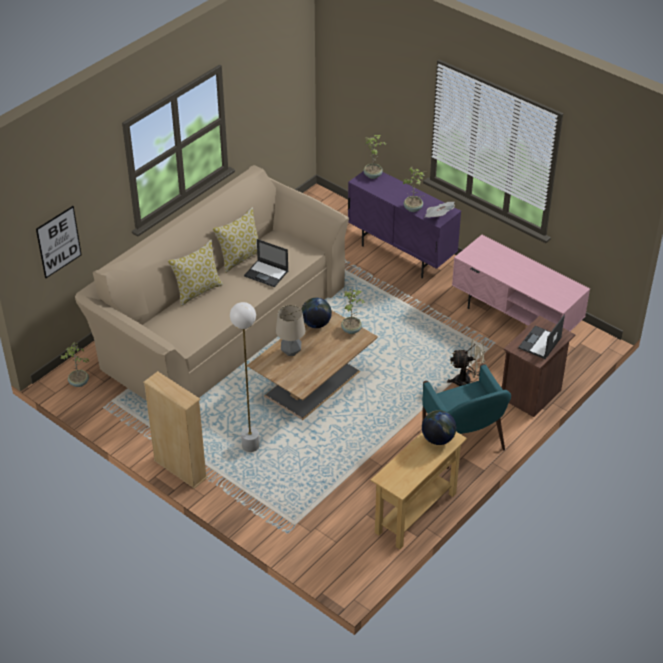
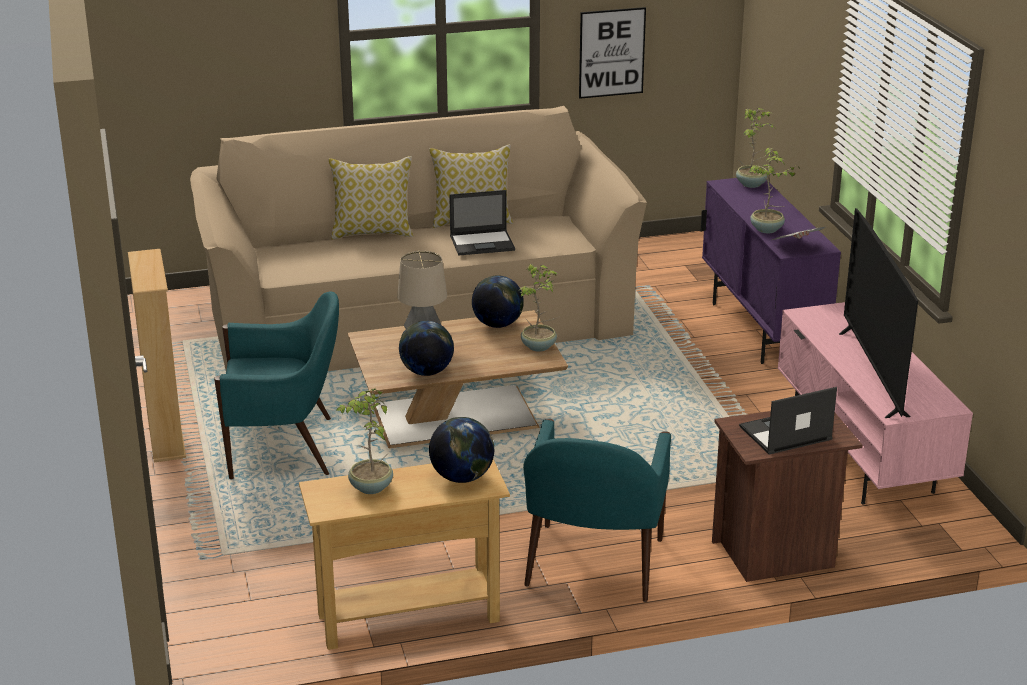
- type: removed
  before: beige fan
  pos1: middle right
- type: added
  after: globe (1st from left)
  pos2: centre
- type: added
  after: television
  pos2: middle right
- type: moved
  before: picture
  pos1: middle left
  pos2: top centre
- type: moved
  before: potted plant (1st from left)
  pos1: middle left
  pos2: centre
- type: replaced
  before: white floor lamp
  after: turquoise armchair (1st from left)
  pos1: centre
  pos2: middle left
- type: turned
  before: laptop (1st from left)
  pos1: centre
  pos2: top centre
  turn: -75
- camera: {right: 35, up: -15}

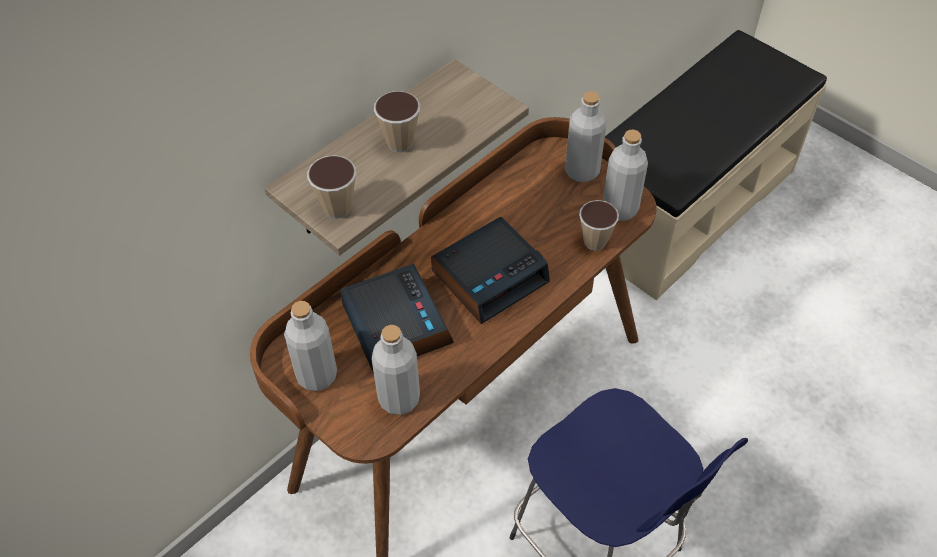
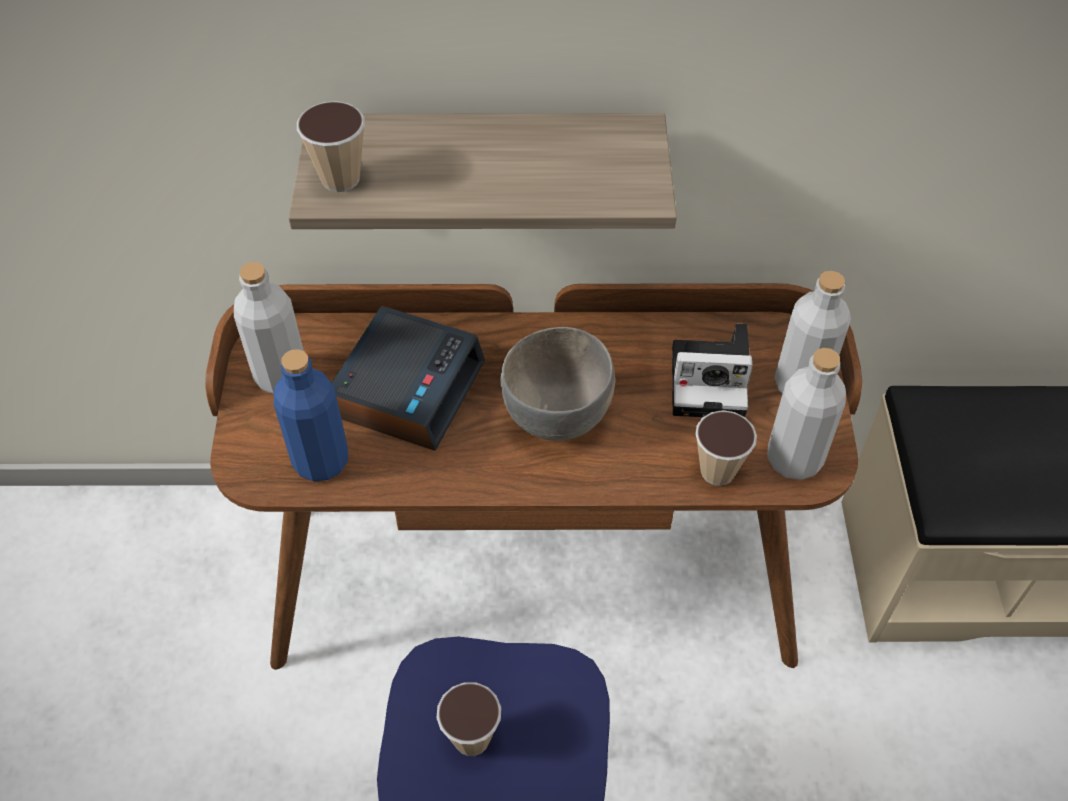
- type: added
  after: photo camera
  pos2: middle right
- type: moved
  before: cup (2nd from left)
  pos1: top centre
  pos2: bottom centre
- type: replaced
  before: alarm clock (2nd from left)
  after: grey bowl
  pos1: centre
  pos2: centre
- type: recoloured
  before: grey bottle (2nd from left)
  after: blue bottle
  pos1: centre
  pos2: middle left
- camera: {right: 45, up: 0}

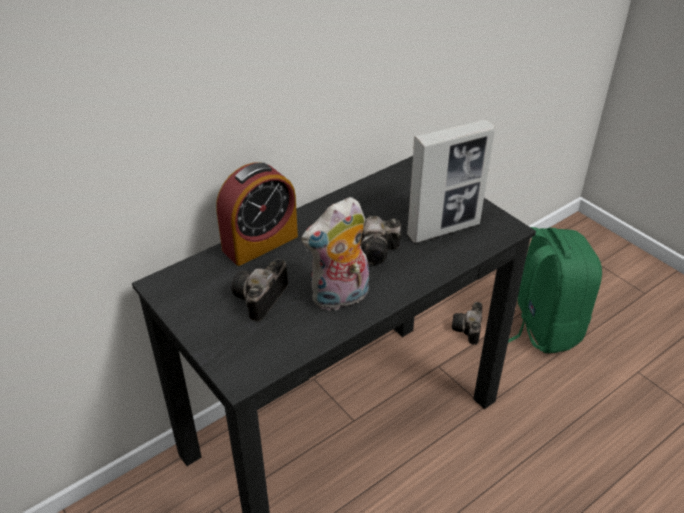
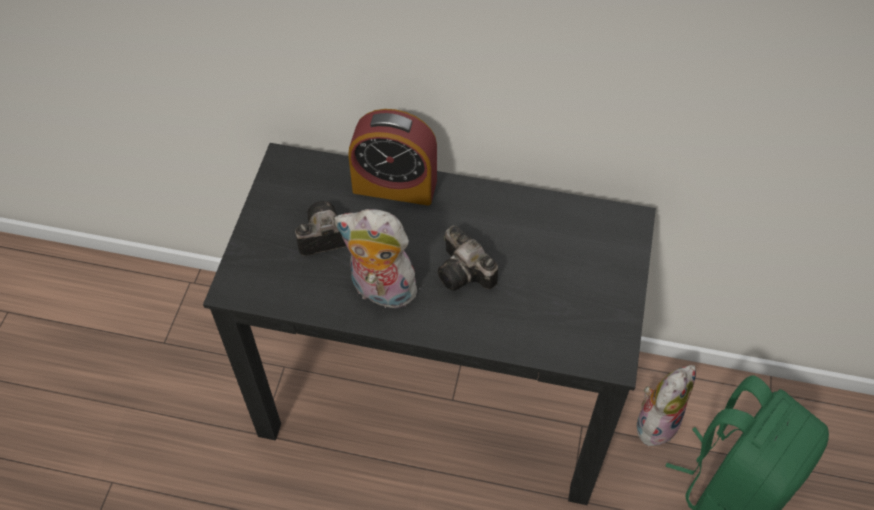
- type: removed
  before: picture frame
  pos1: centre
- type: replaced
  before: photo camera (3rd from left)
  after: plush toy (2nd from left)
  pos1: middle right
  pos2: bottom right
- camera: {right: 50, up: 15}

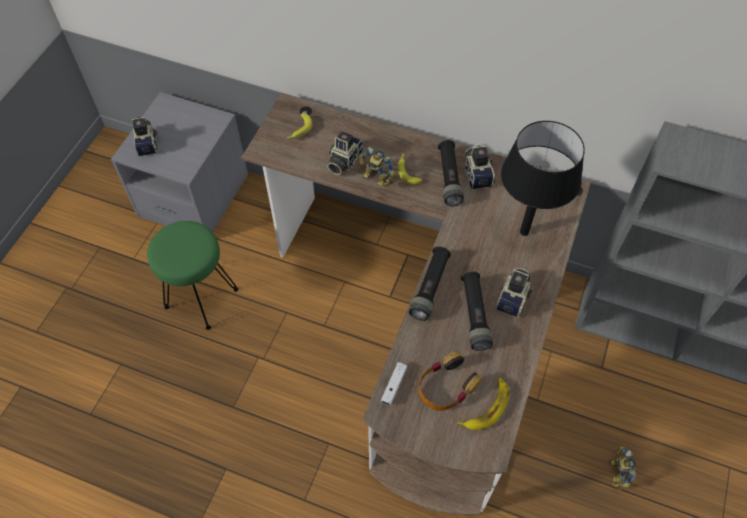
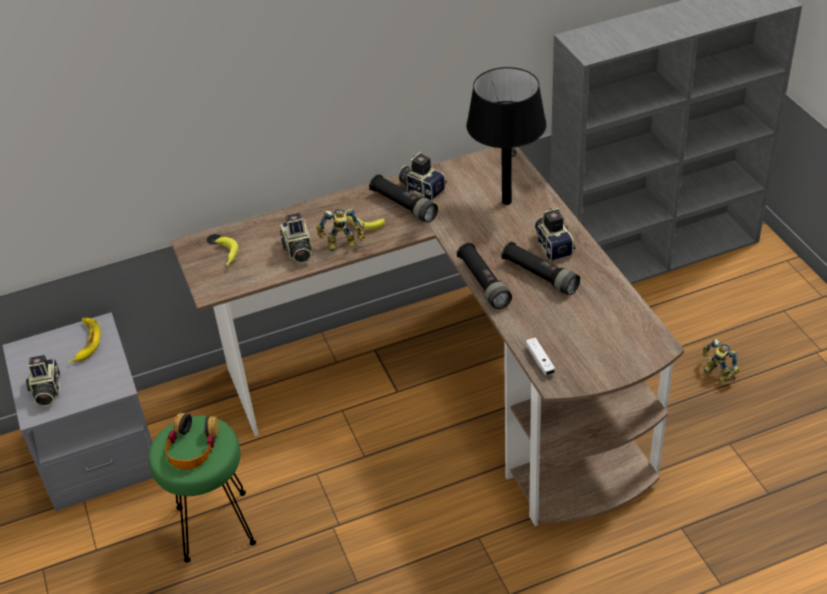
- type: moved
  before: headphones
  pos1: bottom centre
  pos2: bottom left
- type: moved
  before: banana (3rd from left in the first image)
  after: banana (1st from left)
  pos1: bottom centre
  pos2: middle left
- type: turned
  before: photo camera (1st from left)
  pos1: top left
  pos2: middle left
  turn: -135
- camera: {right: -40, up: -15}

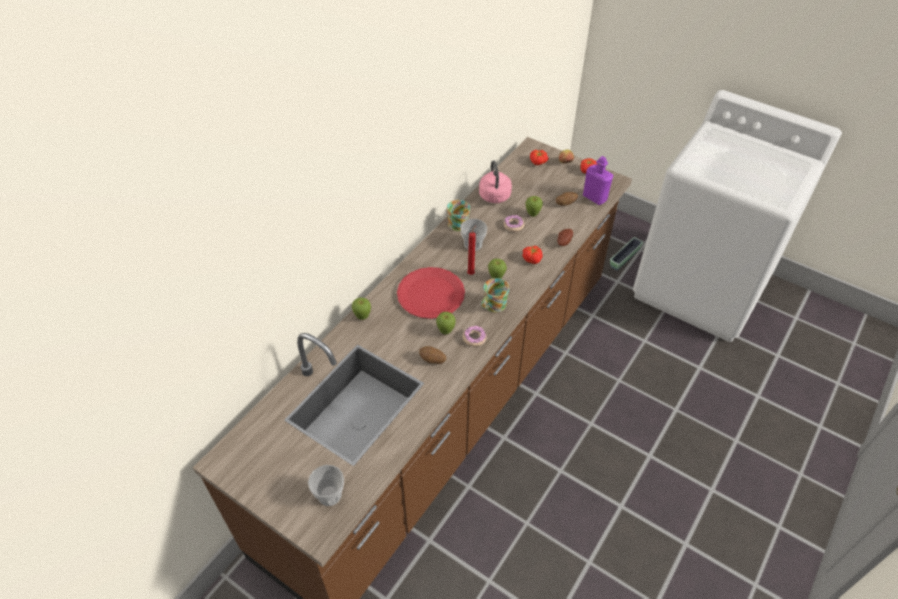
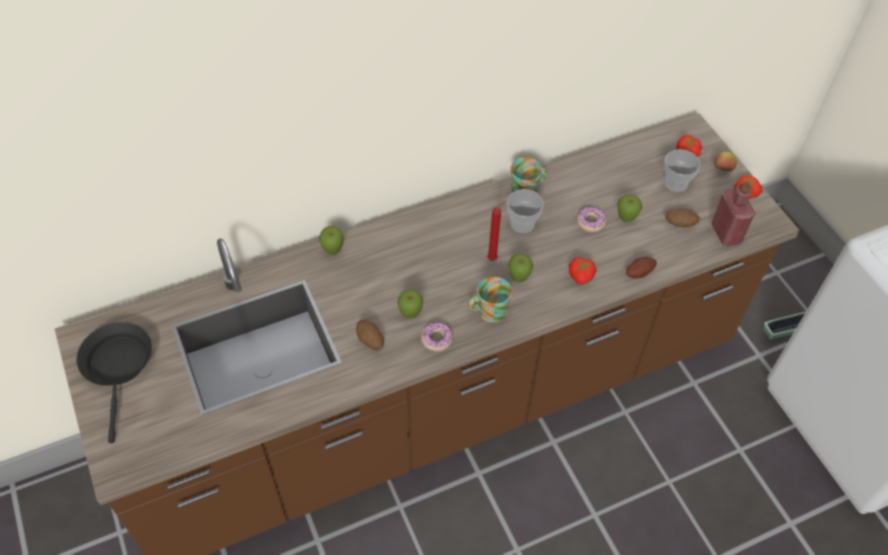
- type: removed
  before: red plate
  pos1: centre
- type: removed
  before: pink kettle
  pos1: top centre
- type: added
  after: black frying pan
  pos2: bottom left
- type: moved
  before: cup (1st from left in the first image)
  after: cup (2nd from left)
  pos1: bottom centre
  pos2: top right
- type: recoloured
  before: purple bottle
  after: red bottle
  pos1: top centre
  pos2: middle right
- camera: {right: 30, up: 5}

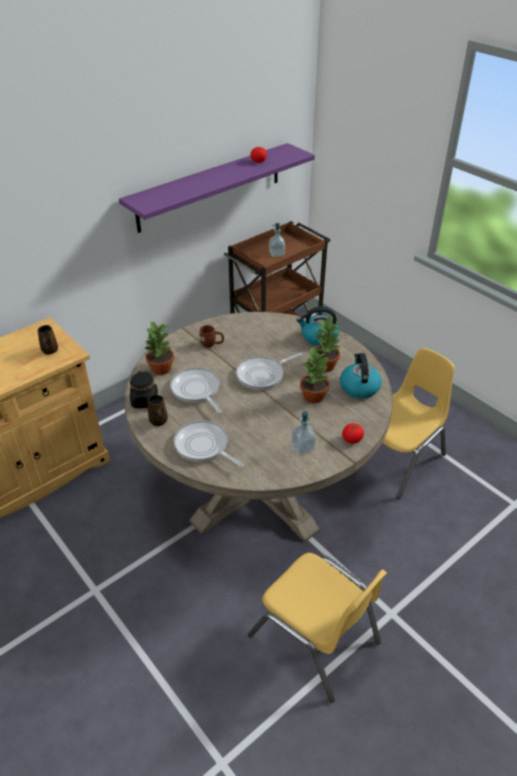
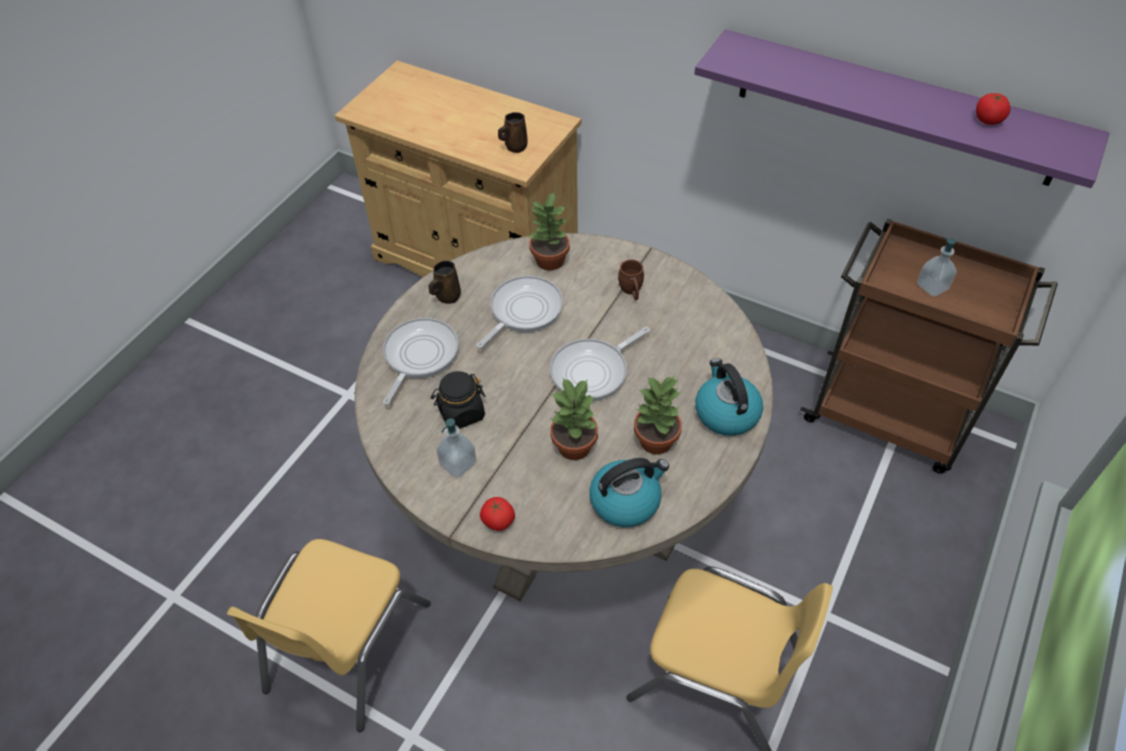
- type: moved
  before: black jar
  pos1: middle left
  pos2: centre
- type: turned
  before: frying pan (3rd from left)
  pos1: centre
  pos2: centre
  turn: -75
- camera: {right: 70, up: 10}

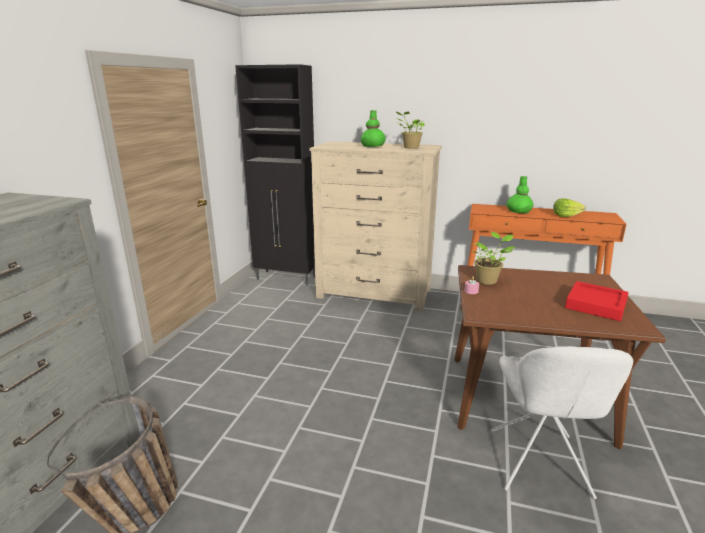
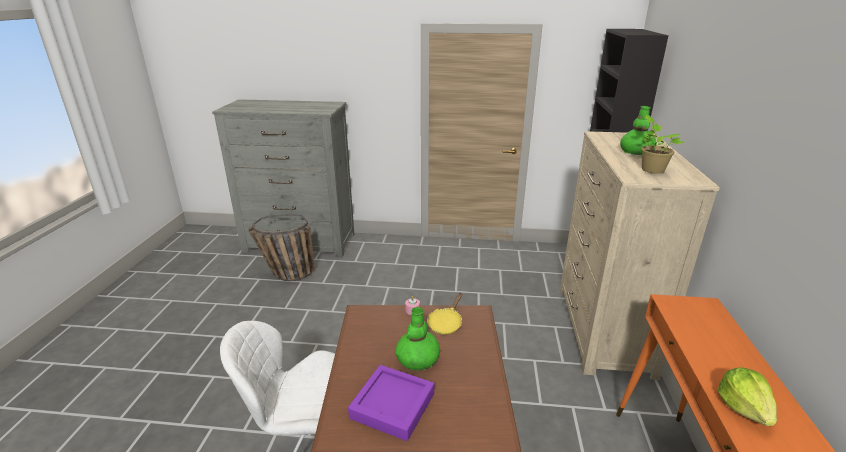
- type: moved
  before: green vase (2nd from left in the first image)
  after: green vase (1st from left)
  pos1: middle right
  pos2: bottom centre
- type: replaced
  before: potted plant (2nd from left)
  after: yellow frying pan
  pos1: middle right
  pos2: bottom centre
- type: recoloured
  before: red tray
  after: purple tray
  pos1: middle right
  pos2: bottom centre
- camera: {right: 80, up: 5}

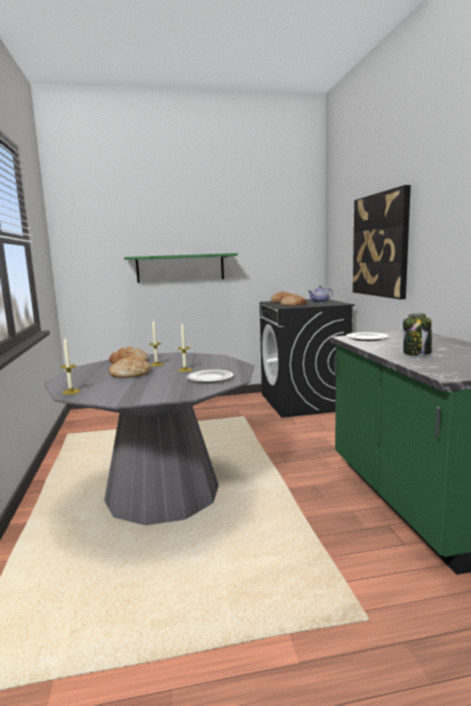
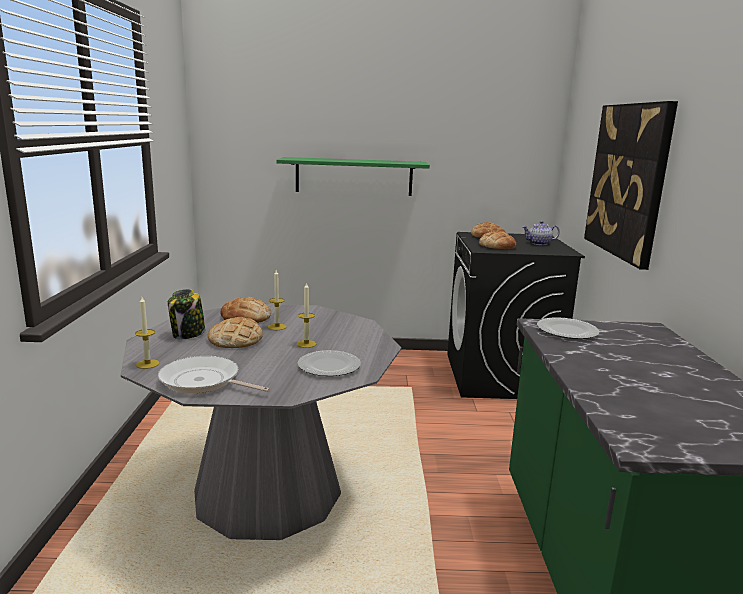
- type: added
  after: frying pan
  pos2: middle left
- type: moved
  before: jar
  pos1: middle right
  pos2: middle left
- camera: {right: 10, up: 5}

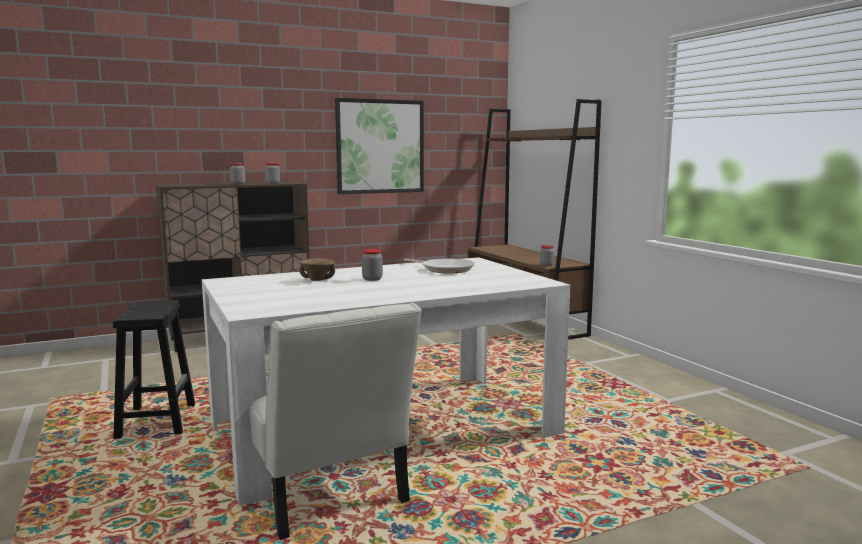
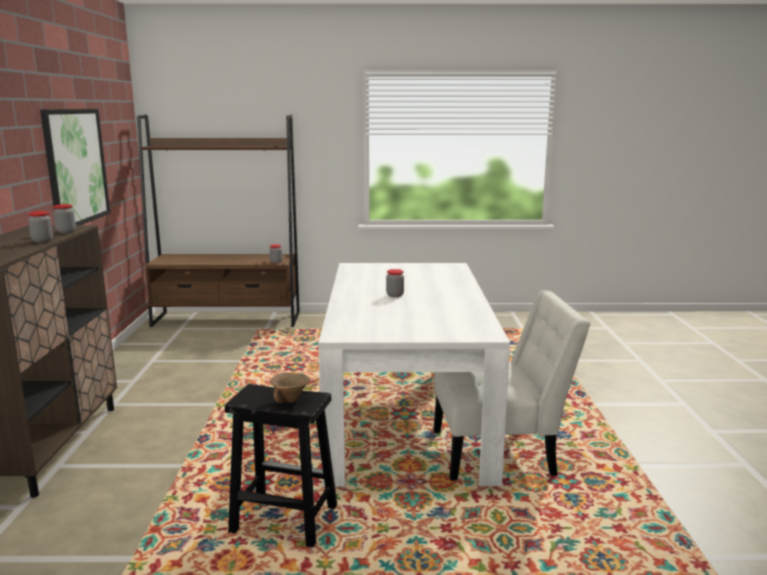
- type: removed
  before: frying pan
  pos1: centre
- type: moved
  before: brown bowl
  pos1: centre
  pos2: bottom centre
- camera: {right: -65, up: 5}

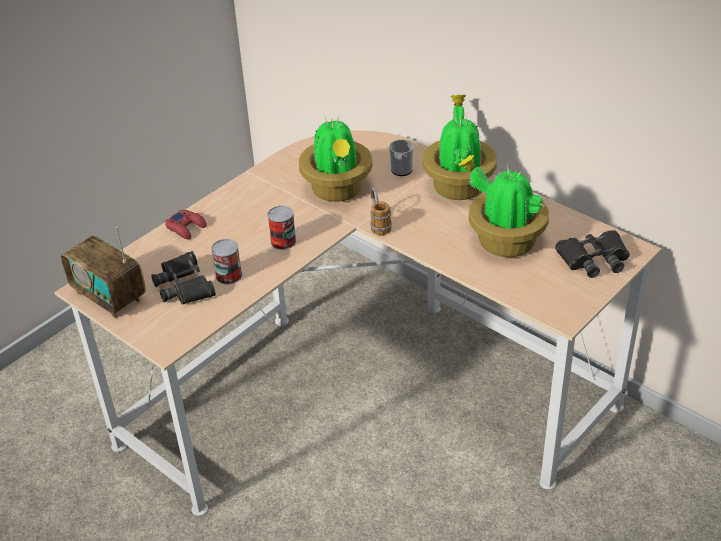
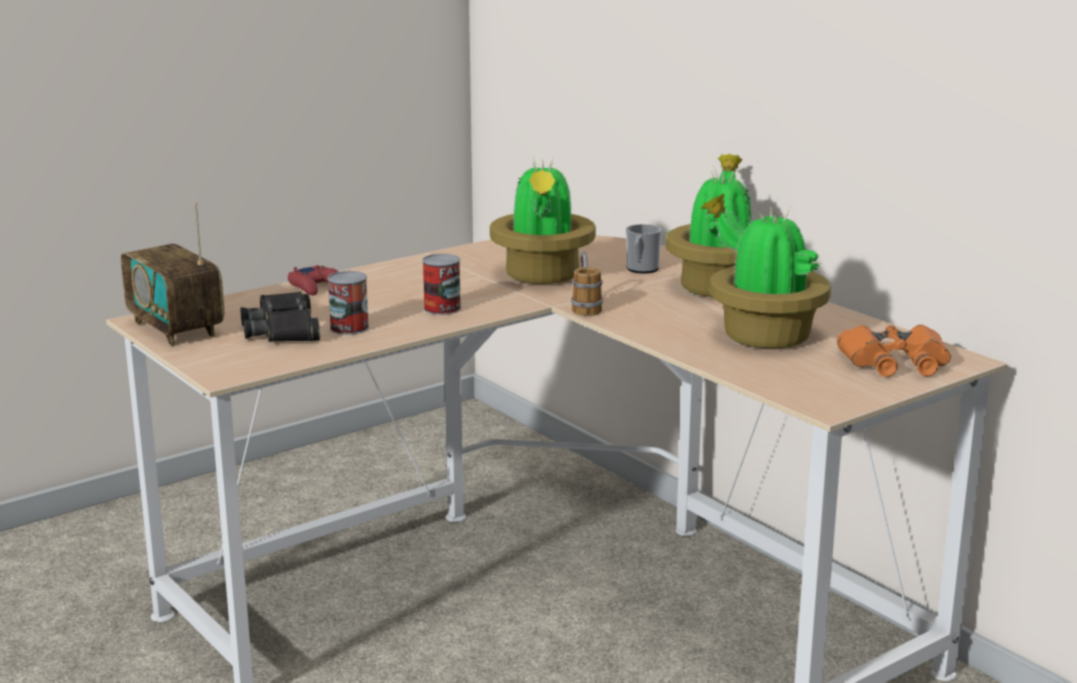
- type: recoloured
  before: black binoculars (2nd from left)
  after: orange binoculars
  pos1: middle right
  pos2: middle right
- camera: {right: 10, up: -20}

